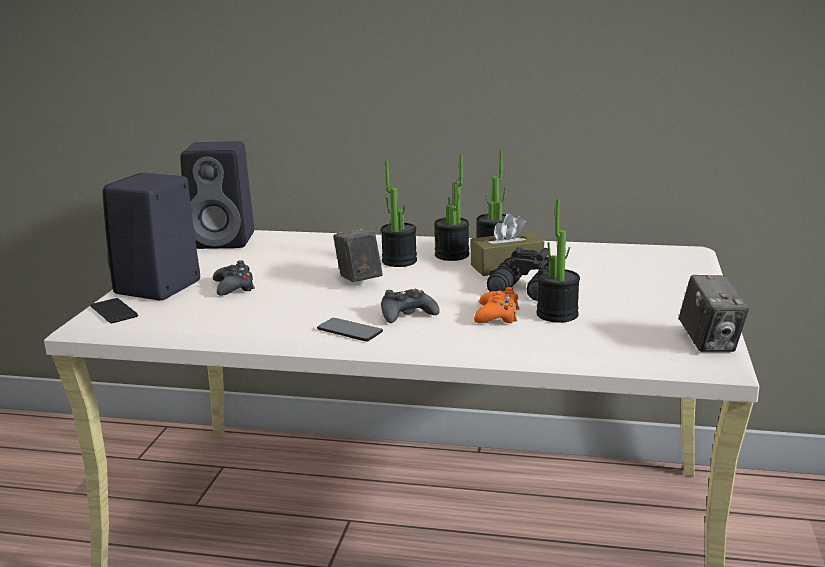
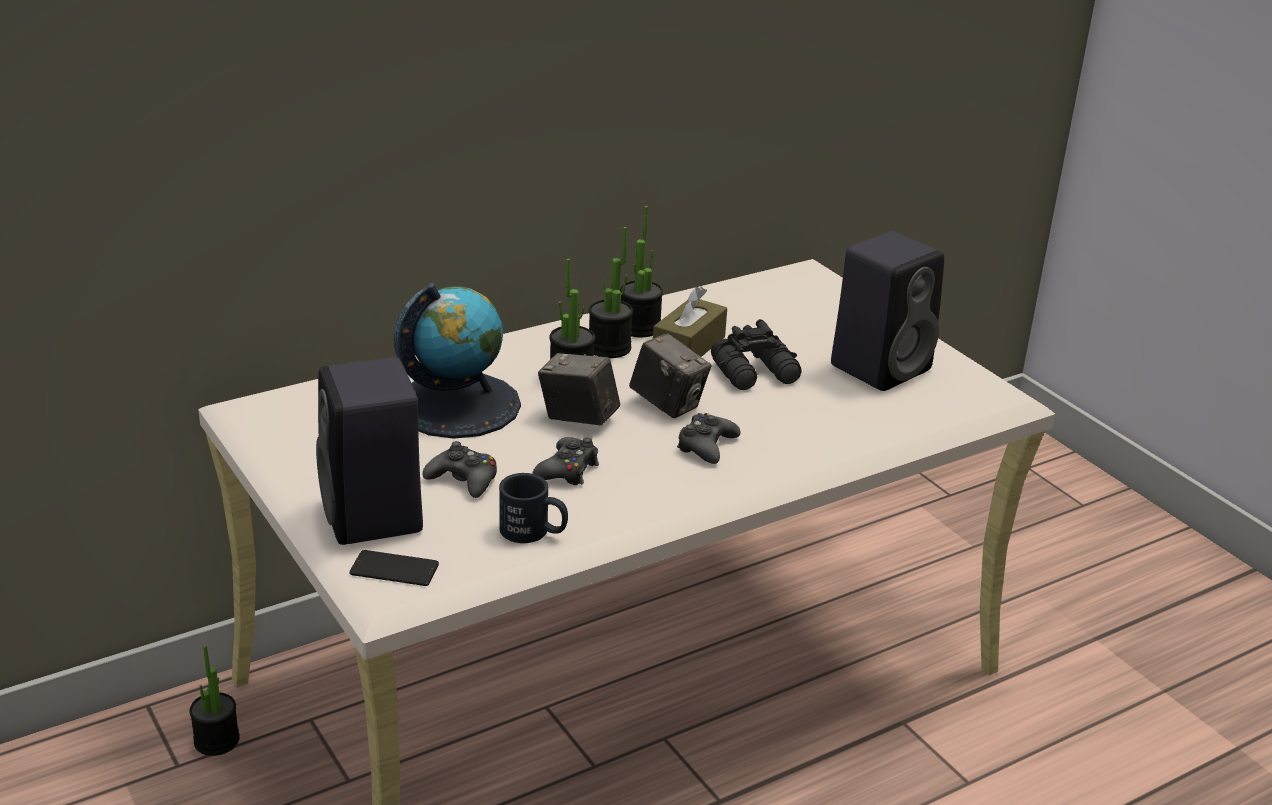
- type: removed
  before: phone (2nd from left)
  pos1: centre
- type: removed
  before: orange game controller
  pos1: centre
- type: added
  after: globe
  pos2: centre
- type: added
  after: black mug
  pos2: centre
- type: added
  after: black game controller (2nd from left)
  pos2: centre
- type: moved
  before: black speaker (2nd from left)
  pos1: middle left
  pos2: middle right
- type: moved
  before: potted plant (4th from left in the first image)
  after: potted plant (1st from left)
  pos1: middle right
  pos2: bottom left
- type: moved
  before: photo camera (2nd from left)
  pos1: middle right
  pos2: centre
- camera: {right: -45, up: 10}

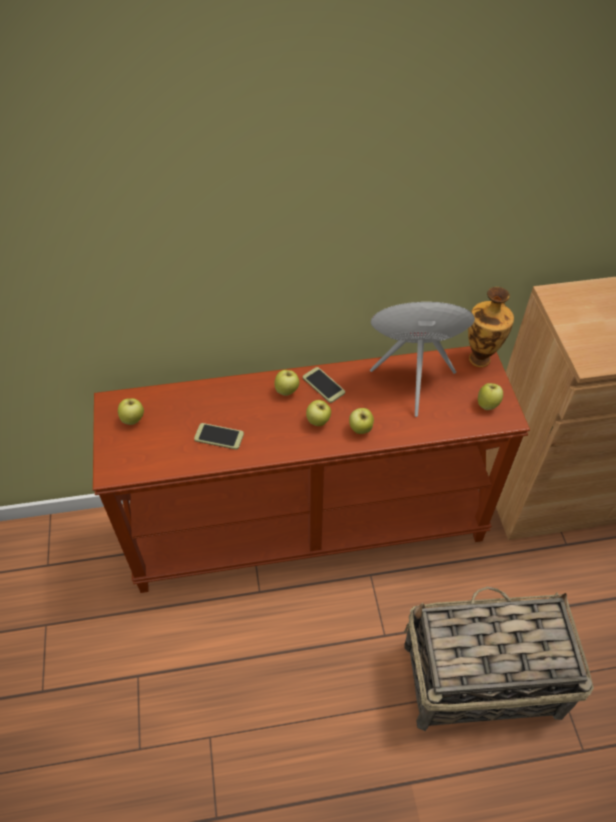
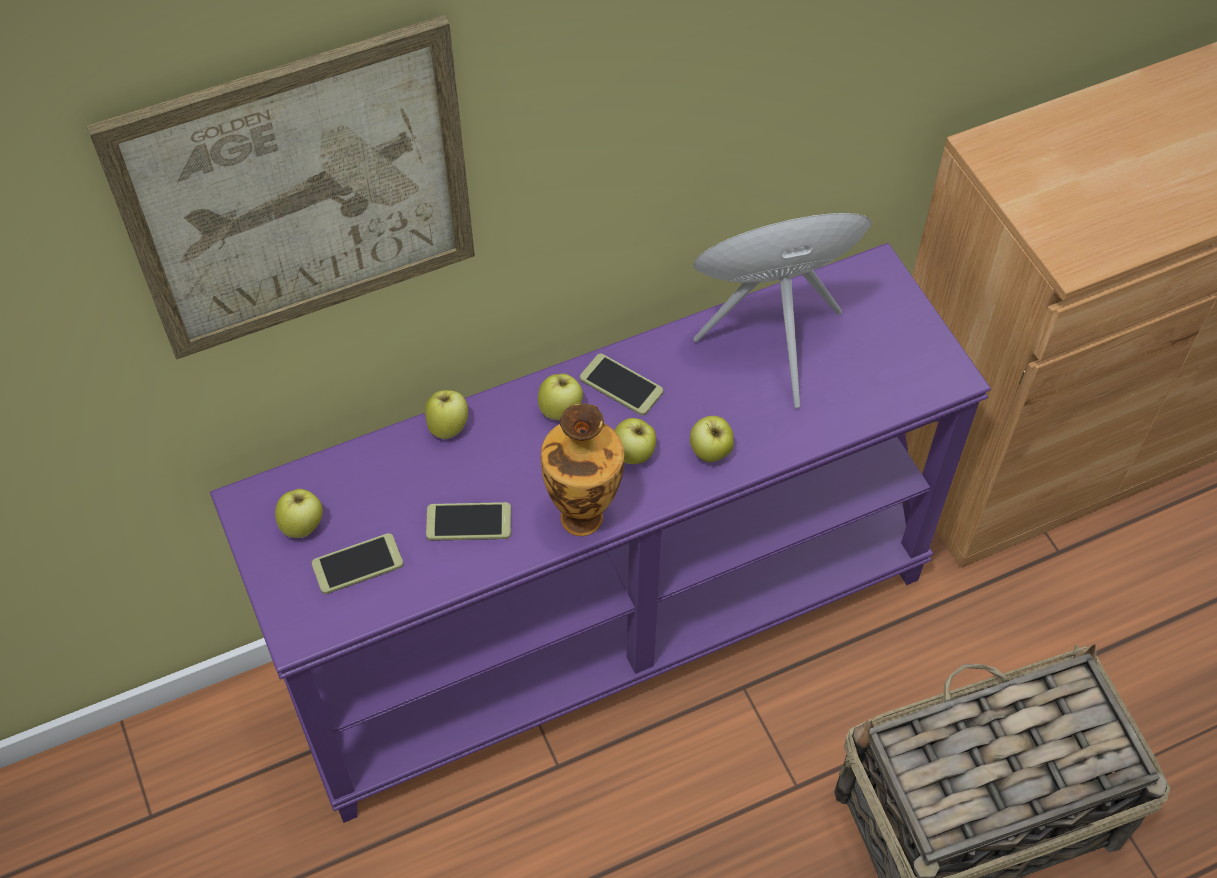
- type: added
  after: picture
  pos2: top left
- type: added
  after: phone (1st from left)
  pos2: middle left
- type: moved
  before: vase
  pos1: middle right
  pos2: centre
- type: moved
  before: apple (5th from left in the first image)
  after: apple (2nd from left)
  pos1: middle right
  pos2: centre
- type: recoloured
  before: brown console table
  after: purple console table
  pos1: centre
  pos2: centre
- camera: {right: -15, up: 5}

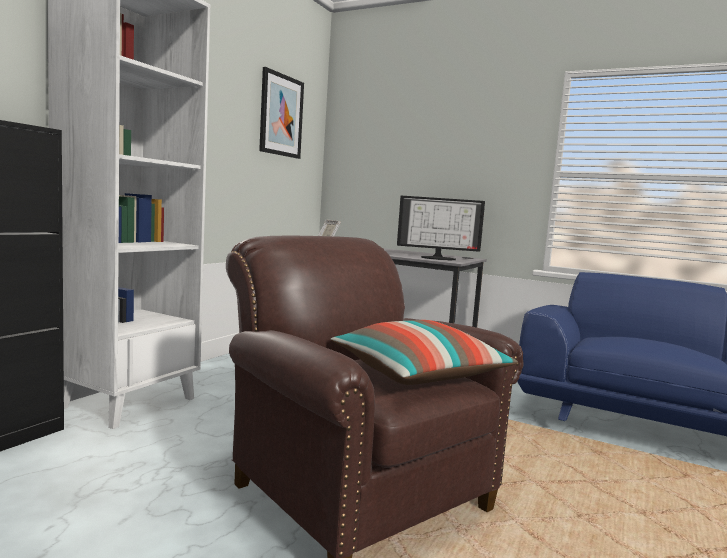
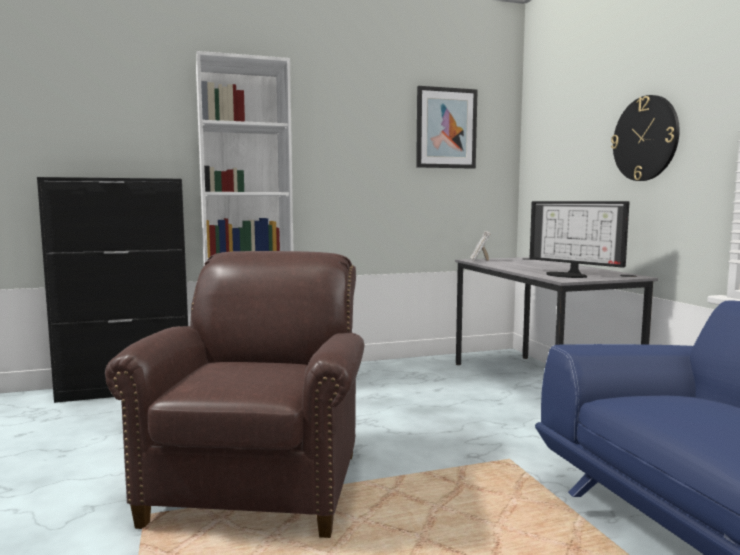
- type: removed
  before: pillow
  pos1: centre
- type: added
  after: wall clock
  pos2: top right
- camera: {right: 45, up: 0}

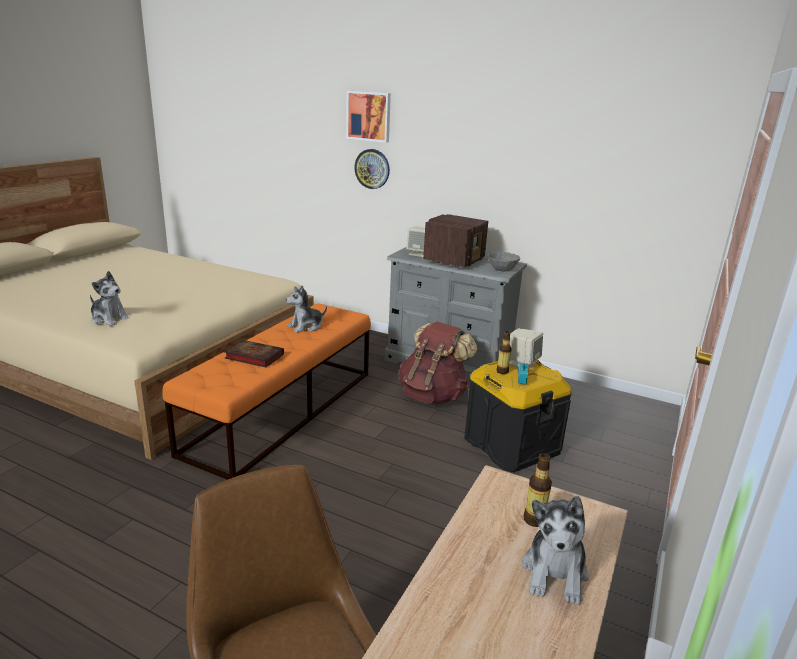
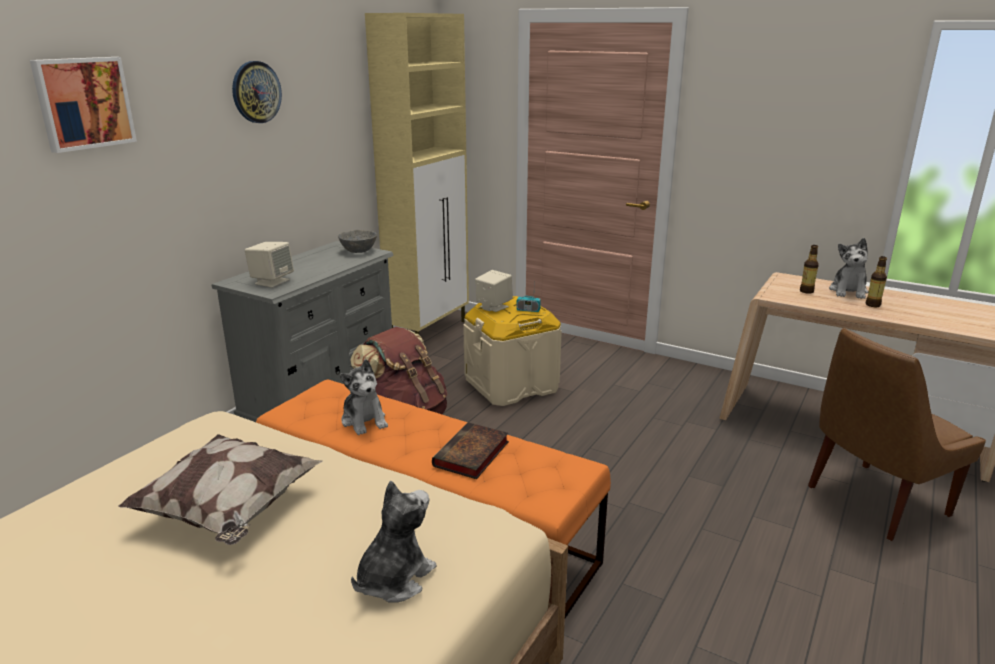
- type: removed
  before: radio (1st from left)
  pos1: centre
- type: added
  after: pillow
  pos2: bottom left
- type: added
  after: beige cabinet
  pos2: top centre
- type: moved
  before: wall clock
  pos1: top centre
  pos2: top left
- type: moved
  before: bottle (1st from left in the first image)
  after: bottle (2nd from left)
  pos1: centre
  pos2: middle right
- type: recoloured
  before: black storage box
  after: beige storage box
  pos1: centre
  pos2: centre
- type: turned
  before: plush toy (3rd from left)
  pos1: bottom right
  pos2: middle right
  turn: 90
- camera: {right: -85, up: 0}

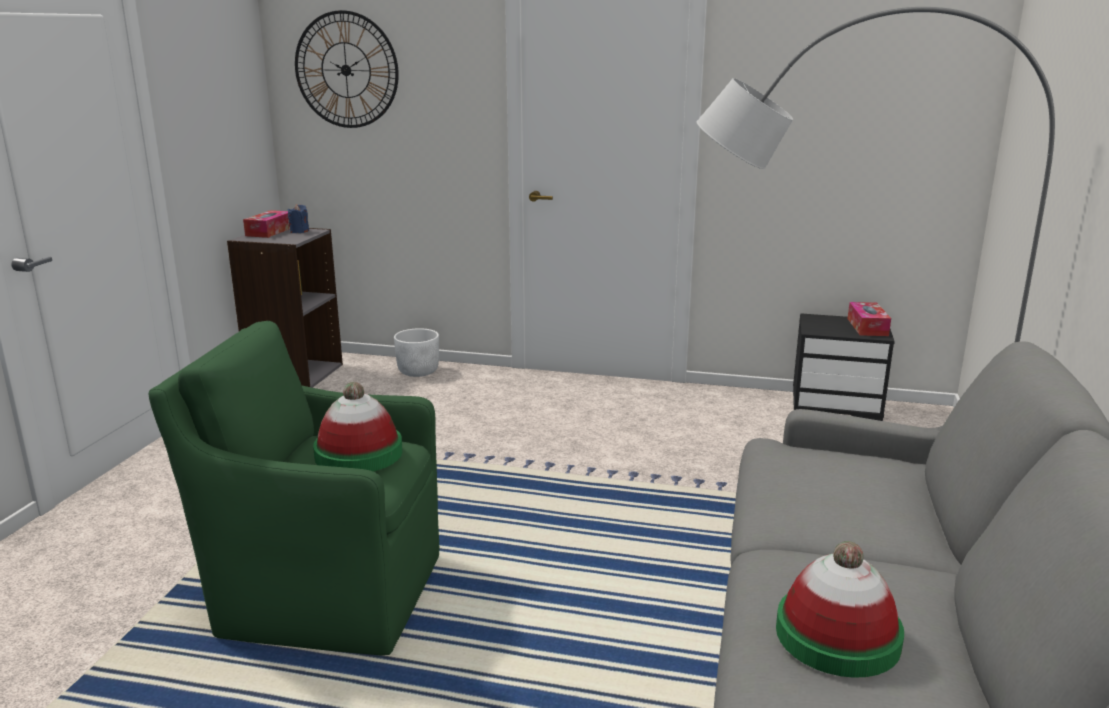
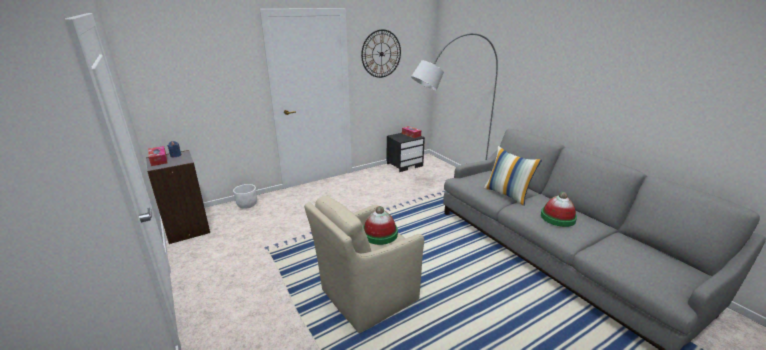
- type: added
  after: pillow
  pos2: middle right
- type: moved
  before: wall clock
  pos1: top left
  pos2: top centre
- type: recoloured
  before: green armchair
  after: beige armchair
  pos1: bottom left
  pos2: bottom centre
- camera: {right: -45, up: 5}

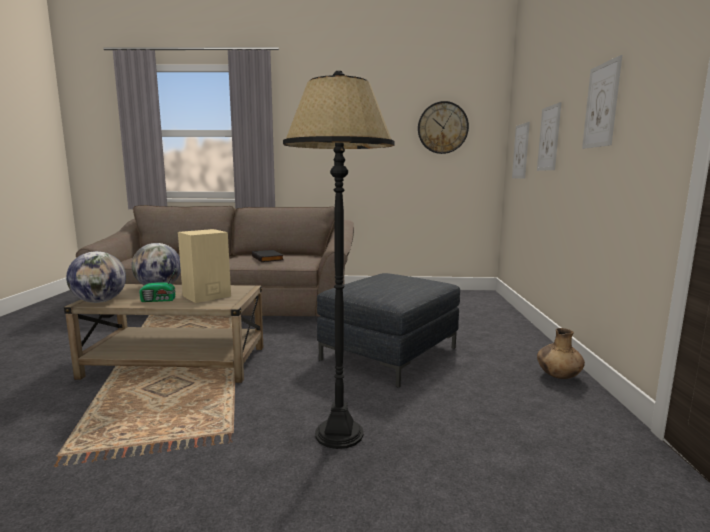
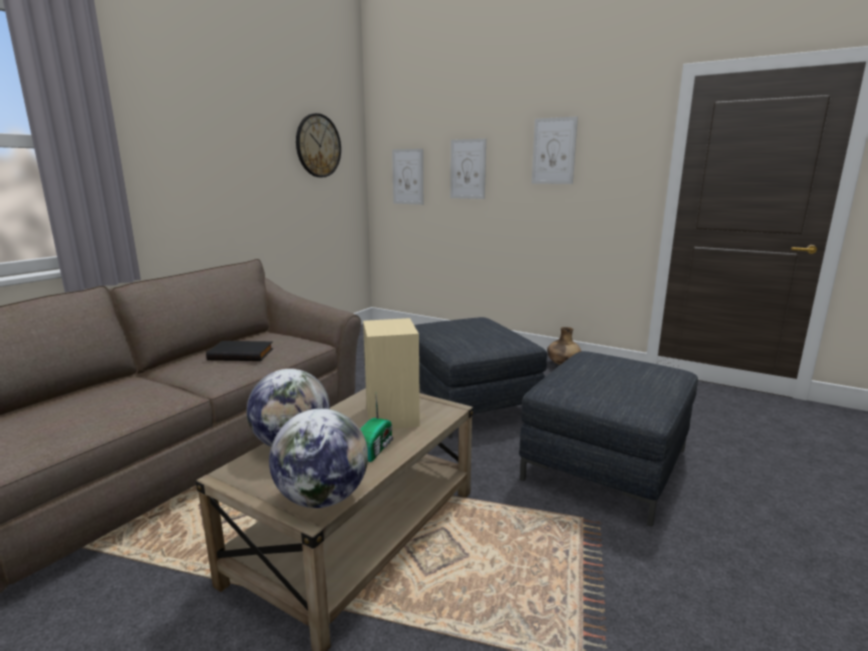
- type: replaced
  before: black floor lamp
  after: grey ottoman (2nd from left)
  pos1: centre
  pos2: bottom right
- camera: {right: -60, up: 5}

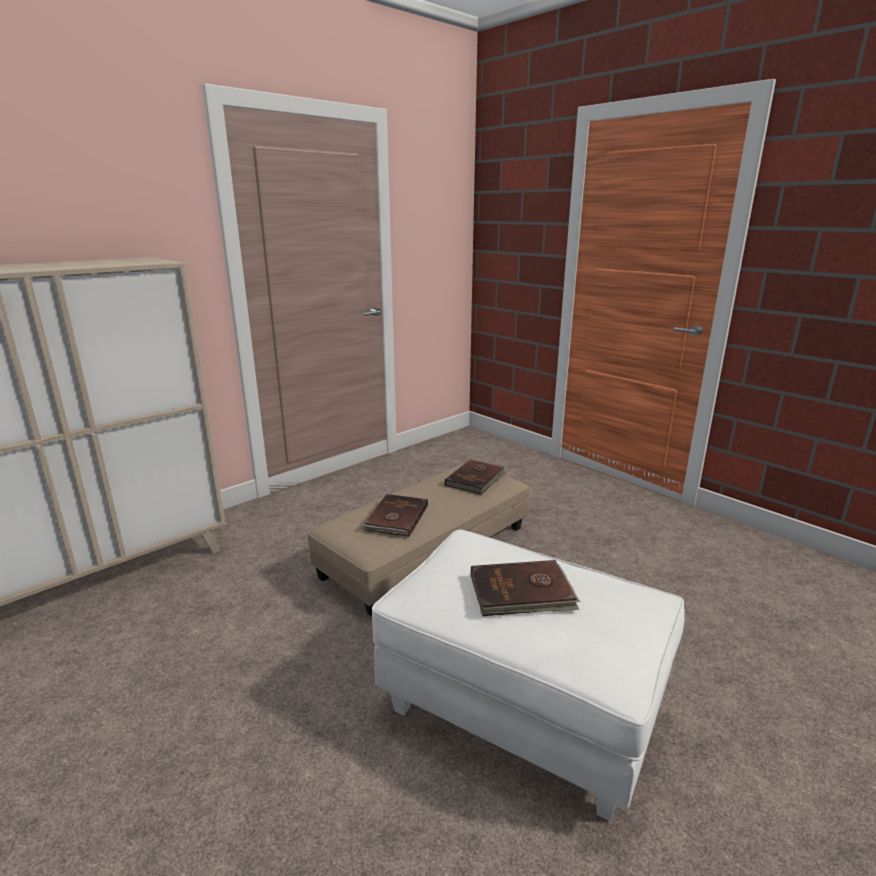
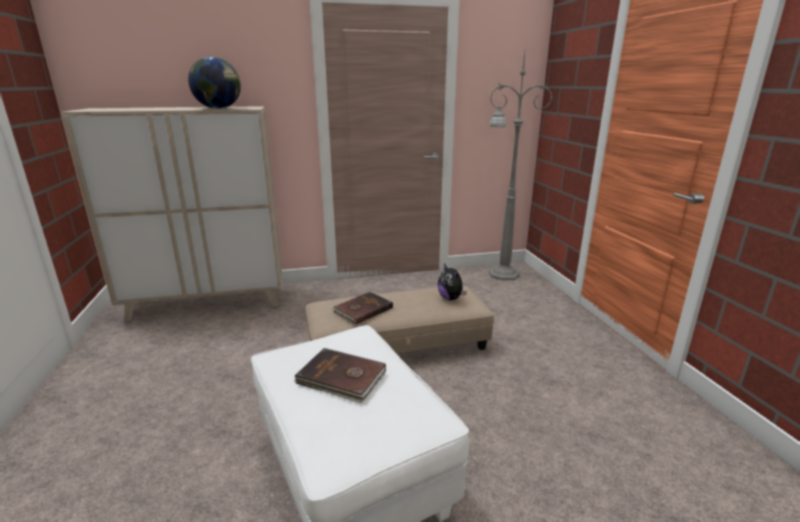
- type: added
  after: globe
  pos2: top left
- type: added
  after: grey floor lamp
  pos2: top centre
- type: replaced
  before: brown book (2nd from left)
  after: plush toy
  pos1: centre
  pos2: centre
- camera: {right: 30, up: 0}

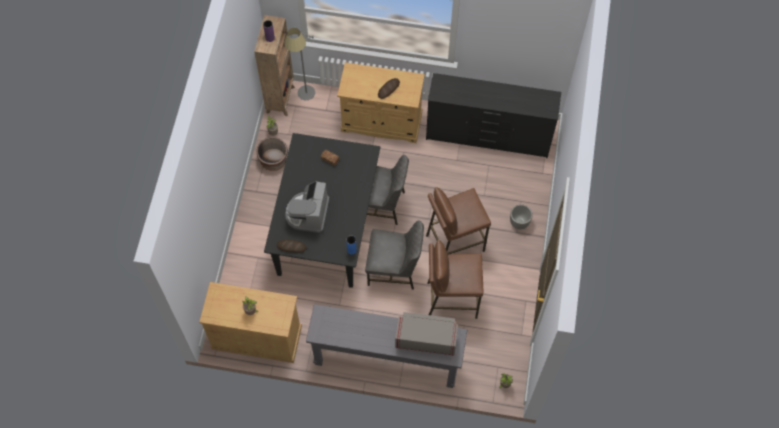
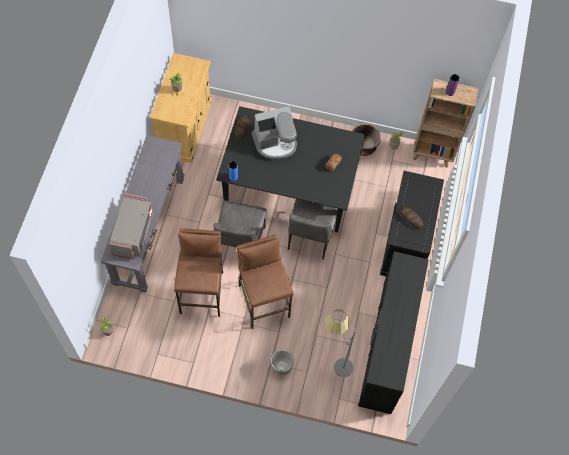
- type: moved
  before: grey floor lamp
  pos1: top centre
  pos2: bottom centre
- type: recoloured
  before: beige cabinet (2nd from left)
  after: black cabinet
  pos1: top centre
  pos2: middle right
- type: turned
  before: coffee machine
  pos1: centre
  pos2: top centre
  turn: 150
- camera: {right: 90, up: 0}

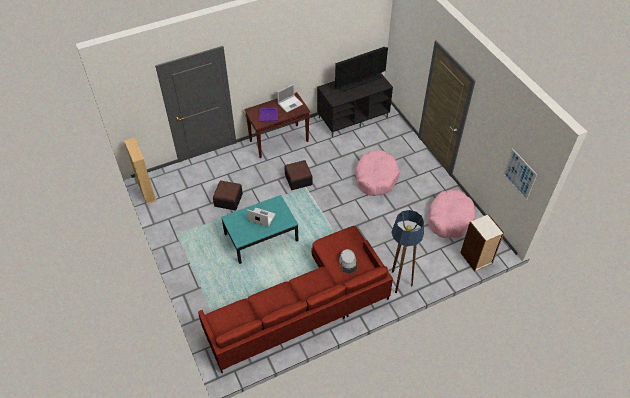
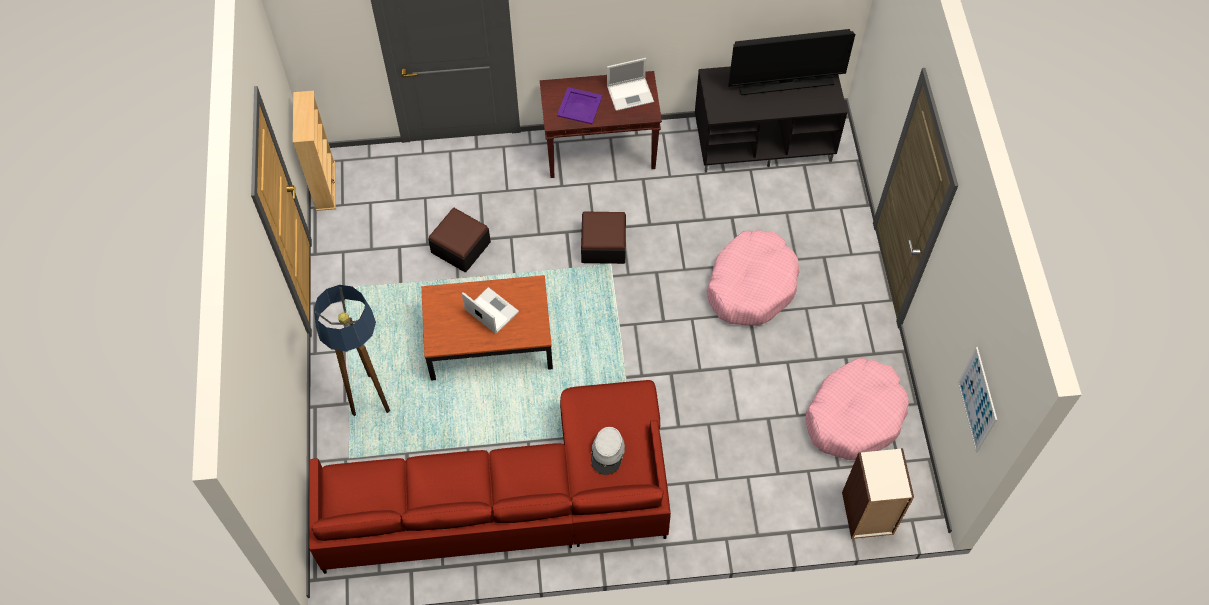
- type: moved
  before: floor lamp
  pos1: centre
  pos2: middle left
- type: recoloured
  before: turquoise coffee table
  after: brown coffee table
  pos1: centre
  pos2: centre
- camera: {right: 20, up: 10}

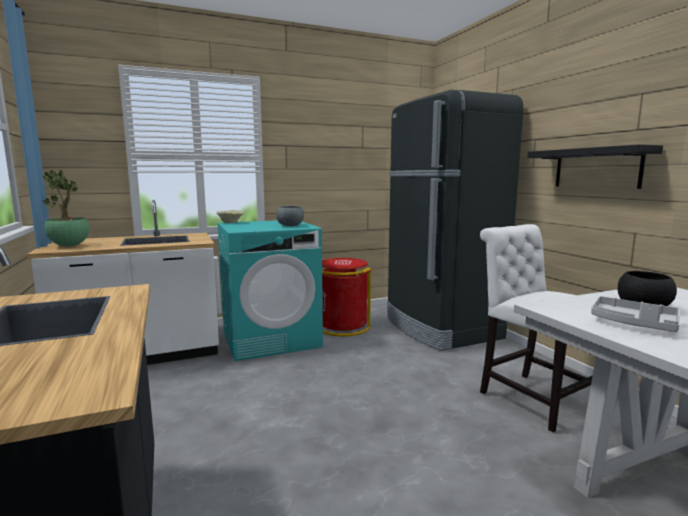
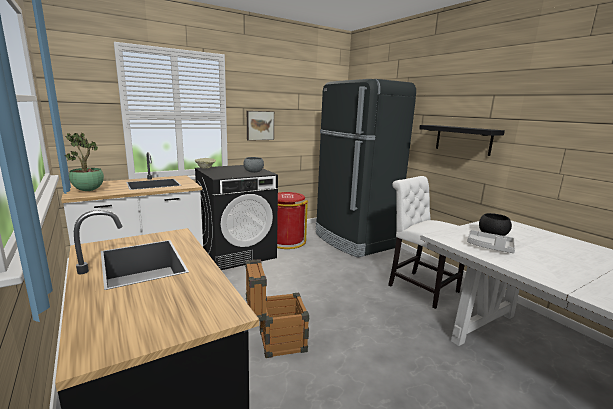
- type: added
  after: crate
  pos2: bottom centre
- type: added
  after: picture
  pos2: top centre
- type: recoloured
  before: turquoise washing machine
  after: black washing machine
  pos1: centre
  pos2: centre
- camera: {right: -10, up: 5}

